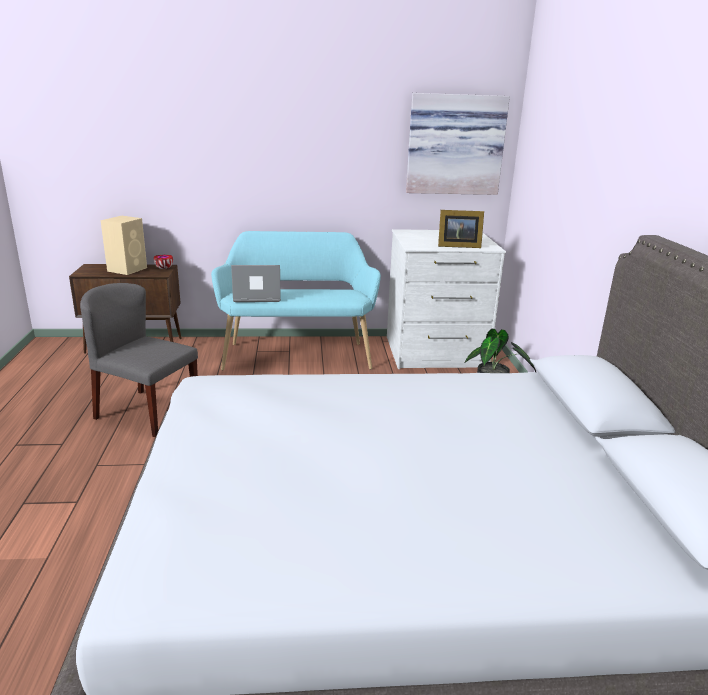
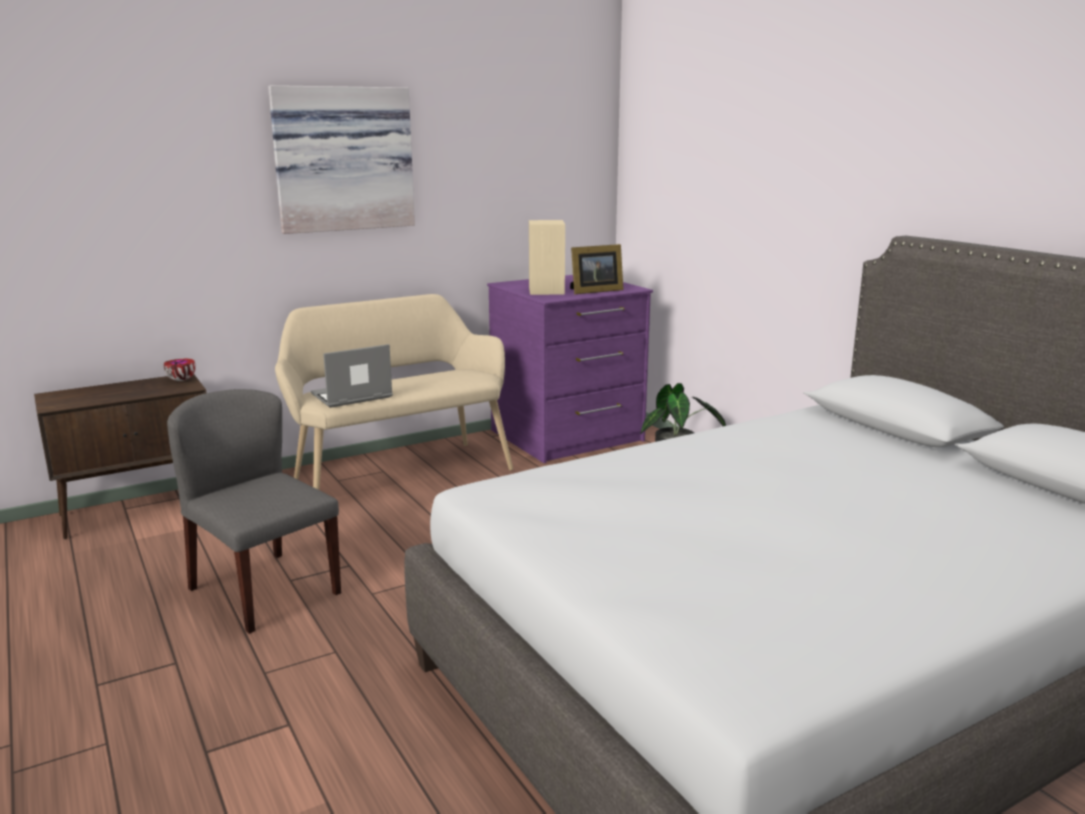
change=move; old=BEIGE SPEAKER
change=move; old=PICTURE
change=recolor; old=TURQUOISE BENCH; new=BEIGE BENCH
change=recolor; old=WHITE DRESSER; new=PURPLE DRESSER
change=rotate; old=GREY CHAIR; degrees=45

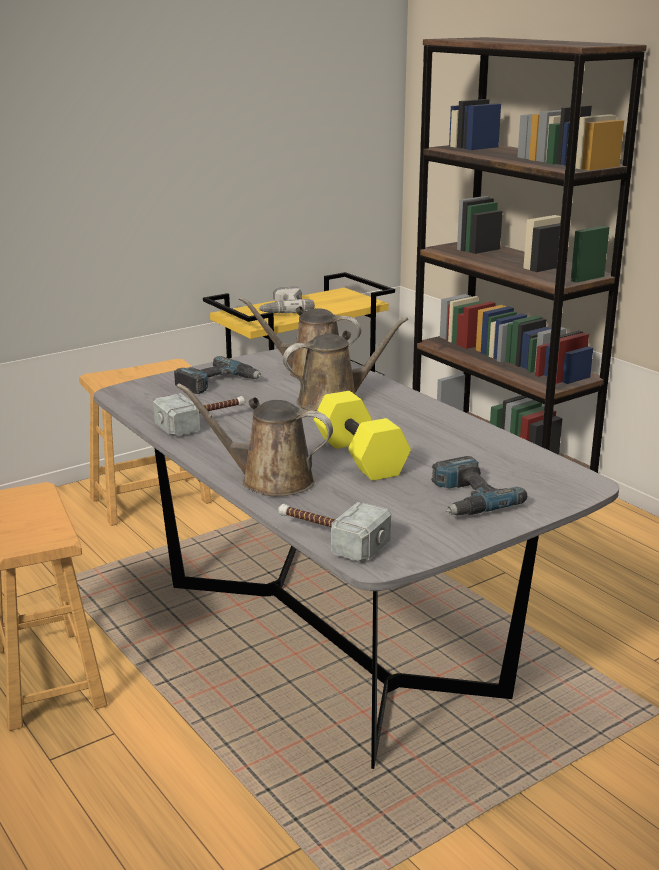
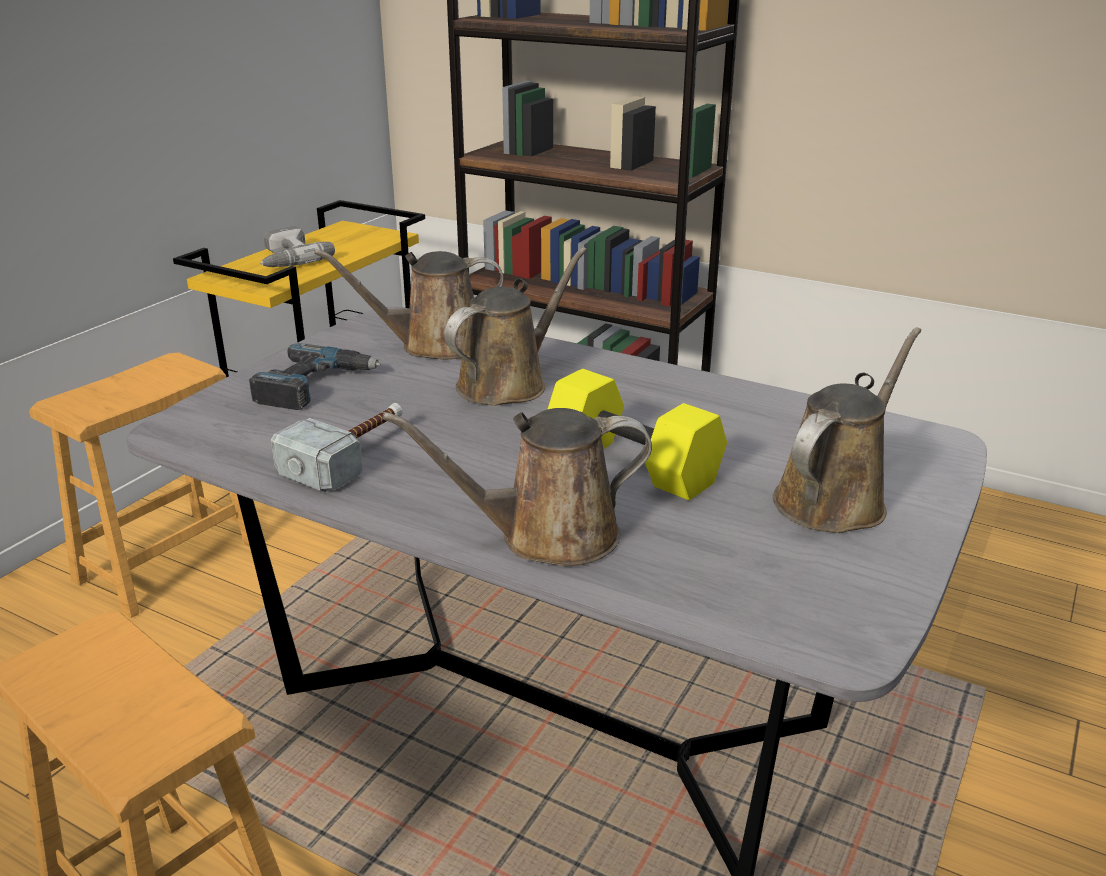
change=delete; old=HAMMER (2nd from left)
change=replace; old=POWER DRILL (3rd from left); new=BROWN WATERING CAN (4th from left)

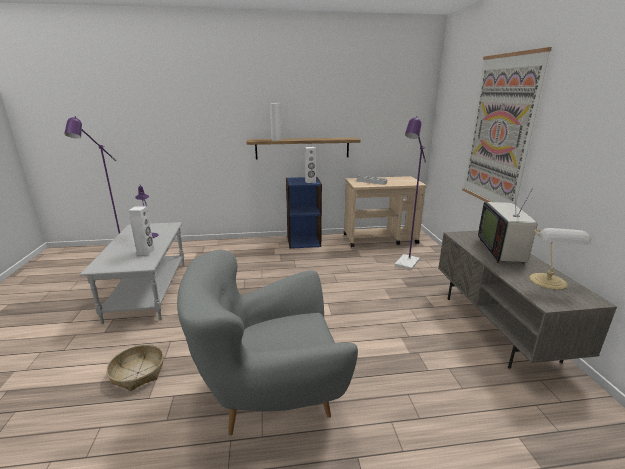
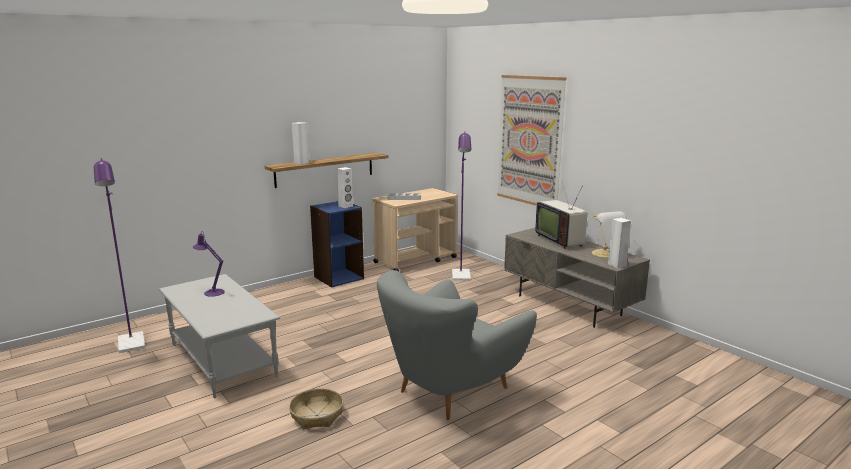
change=move; old=WHITE SPEAKER (1st from left in the first image); new=WHITE SPEAKER (3rd from left)

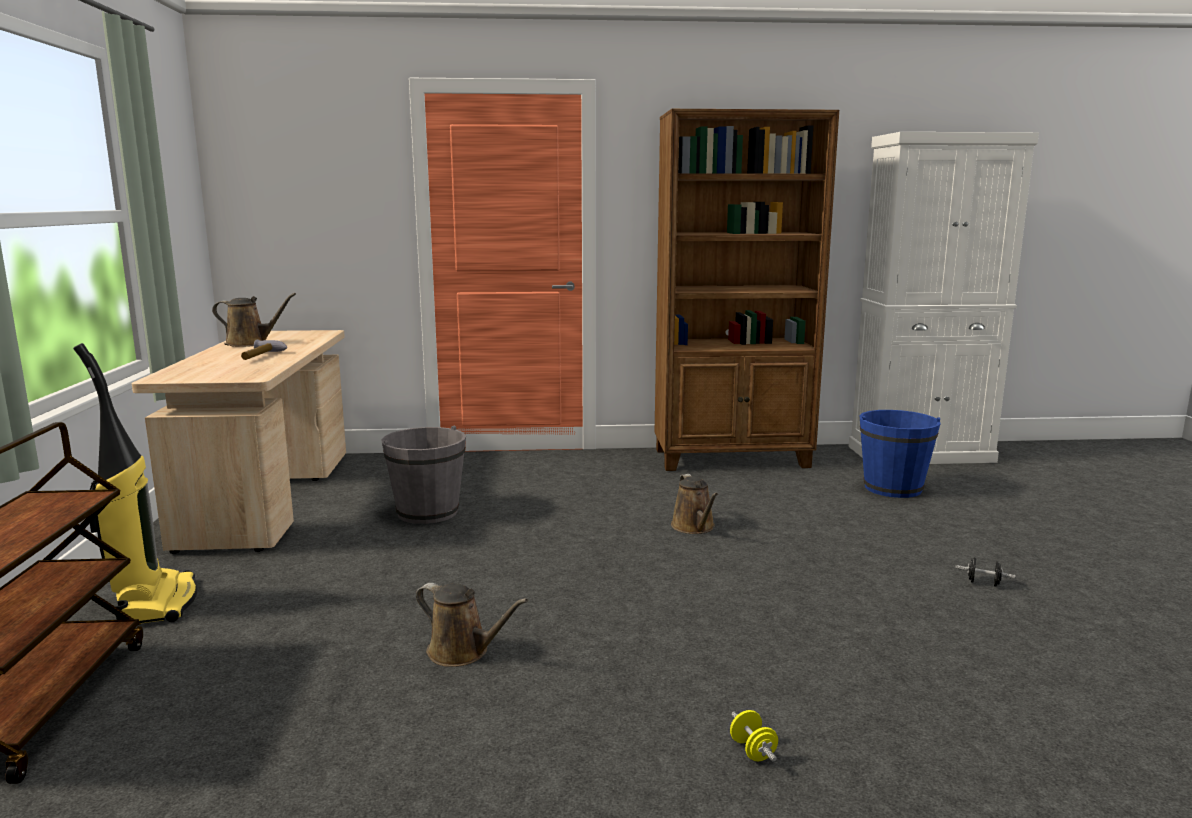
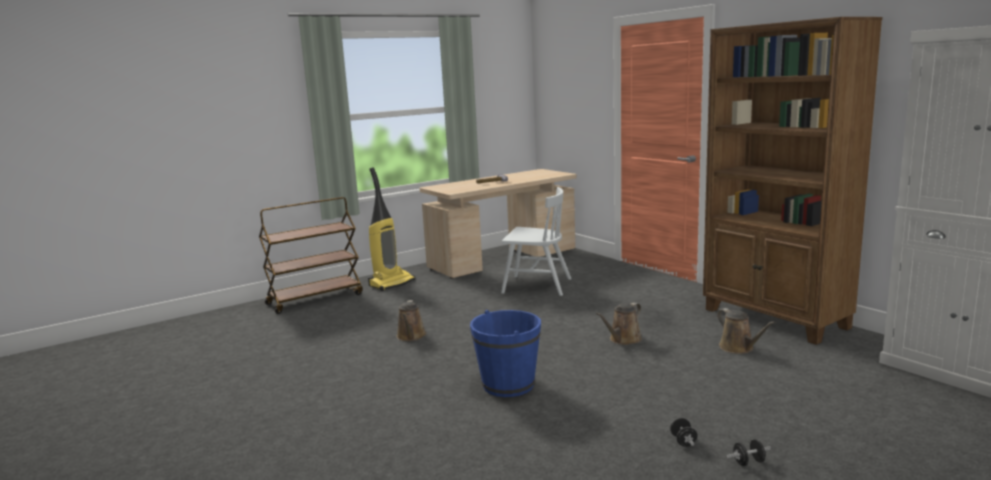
change=delete; old=YELLOW DUMBBELL
change=insert; new=BLACK DUMBBELL (2nd from left)
change=move; old=BROWN WATERING CAN (1st from left in the first image); new=BROWN WATERING CAN (3rd from left)
change=move; old=BLUE BUCKET
change=replace; old=GREY BUCKET; new=WHITE CHAIR

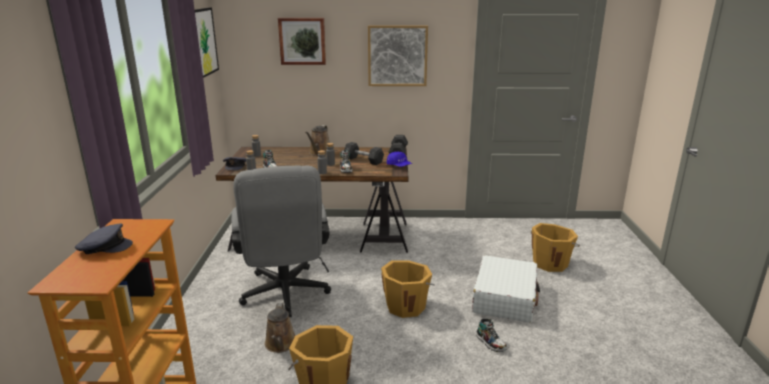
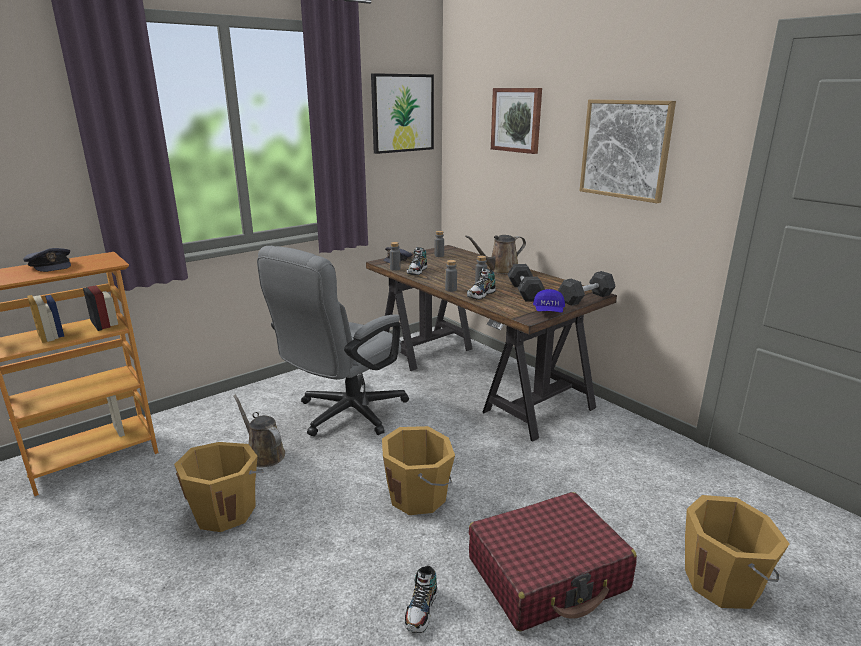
change=recolor; old=WHITE SUITCASE; new=RED SUITCASE
change=rotate; old=BROWN WATERING CAN (1st from left); degrees=90

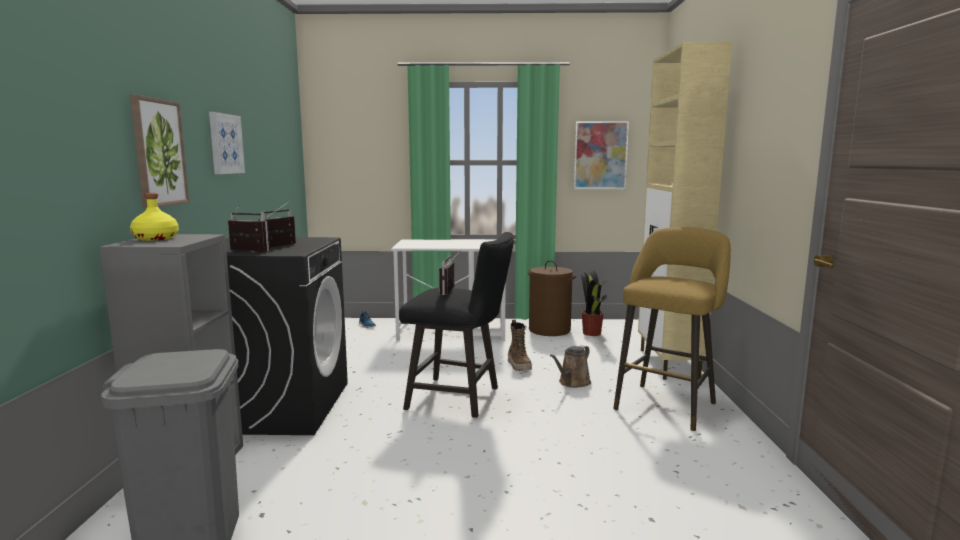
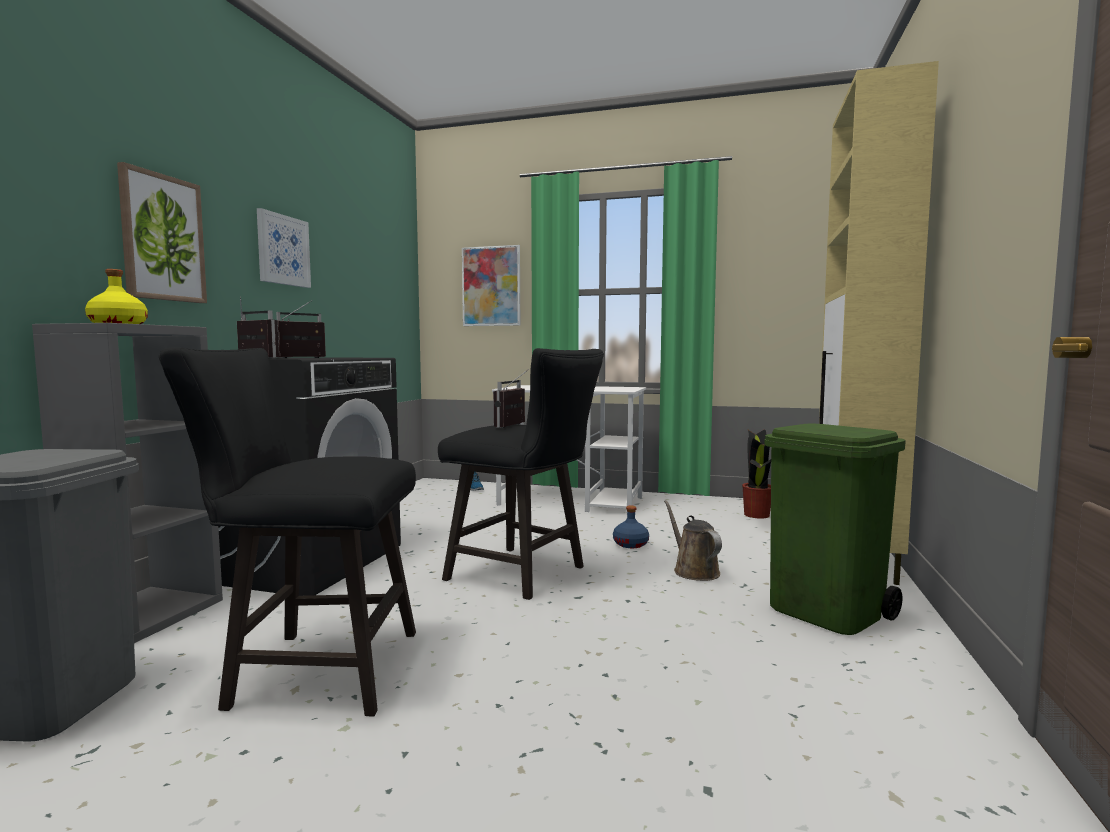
change=delete; old=BROWN LAUNDRY BASKET
change=insert; new=BLACK STOOL (1st from left)
change=move; old=PICTURE (3rd from left)
change=replace; old=BOOT; new=BLUE BOTTLE
change=replace; old=YELLOW STOOL; new=GREEN TRASH CAN
change=rotate; old=BROWN WATERING CAN; degrees=105

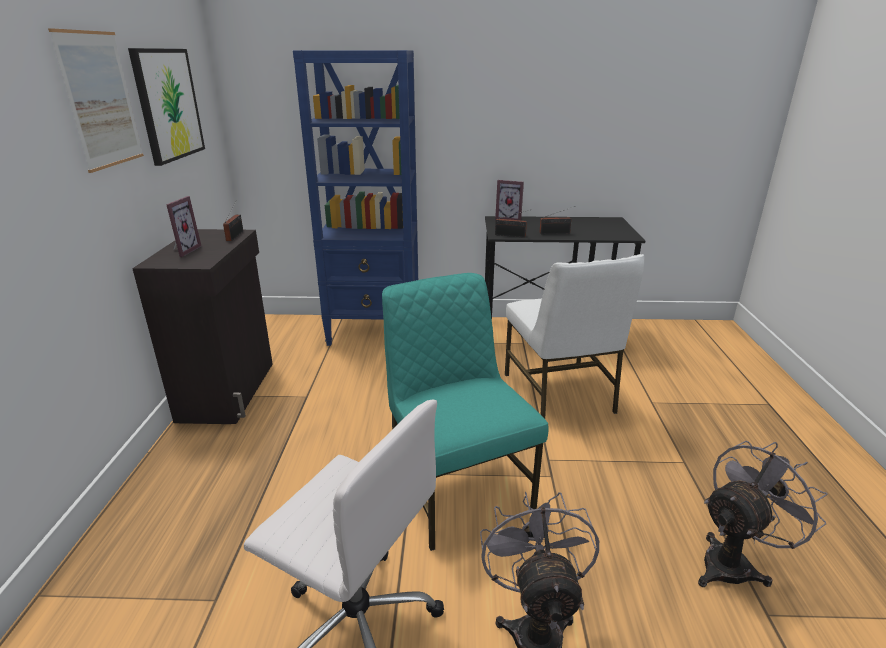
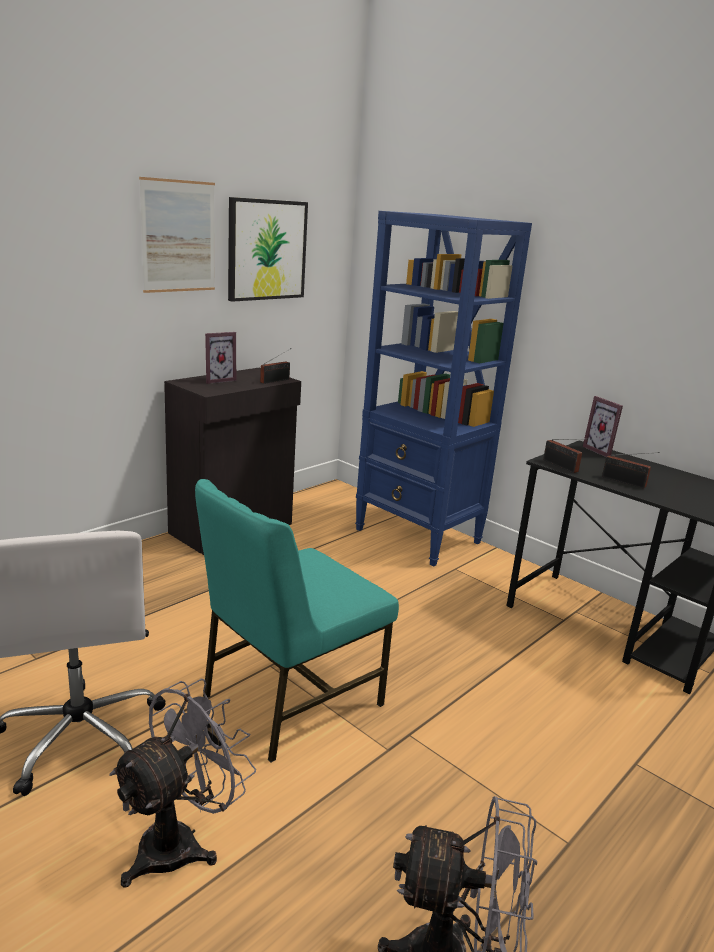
change=delete; old=WHITE CHAIR
change=rotate; old=TURQUOISE CHAIR; degrees=-150

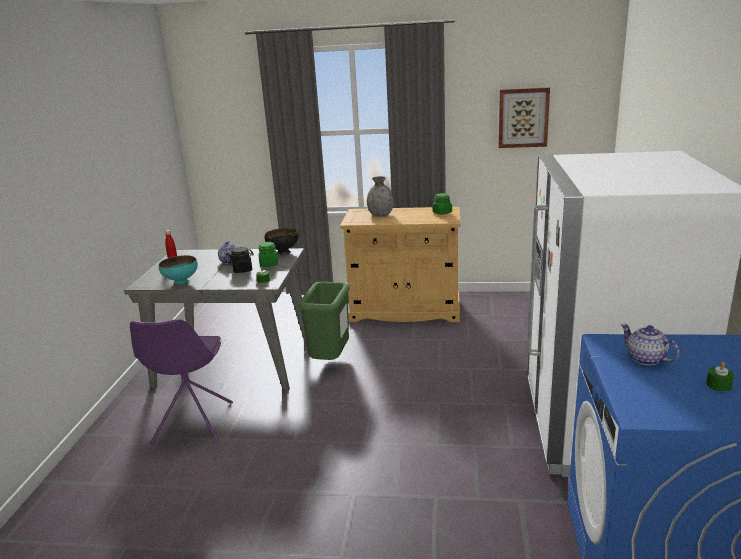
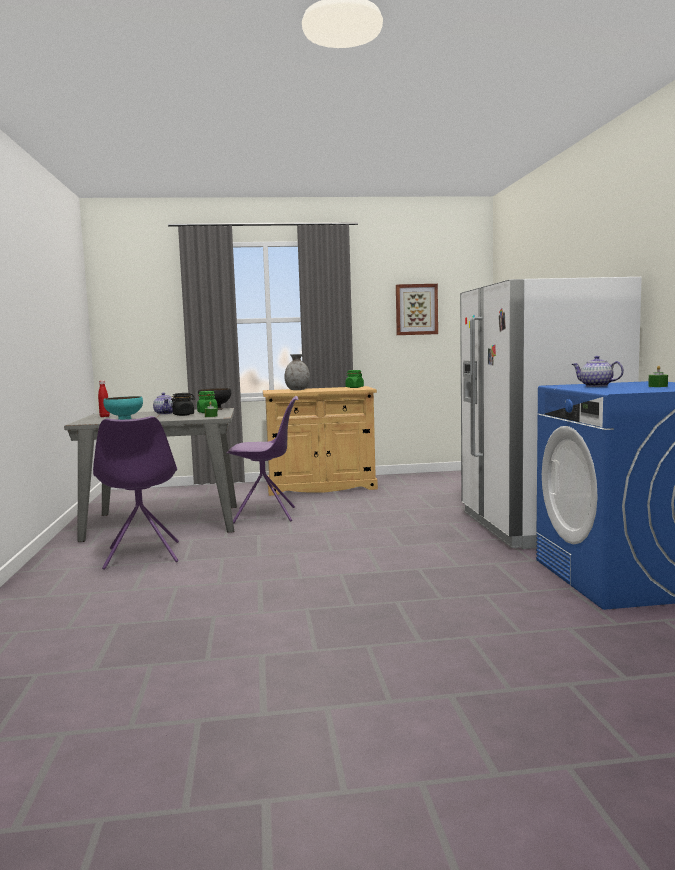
change=replace; old=GREEN TRASH CAN; new=PURPLE CHAIR (2nd from left)

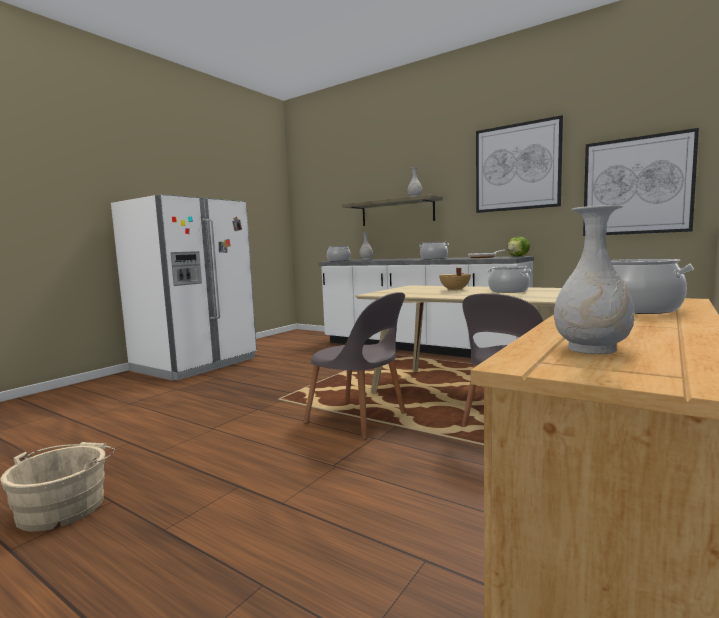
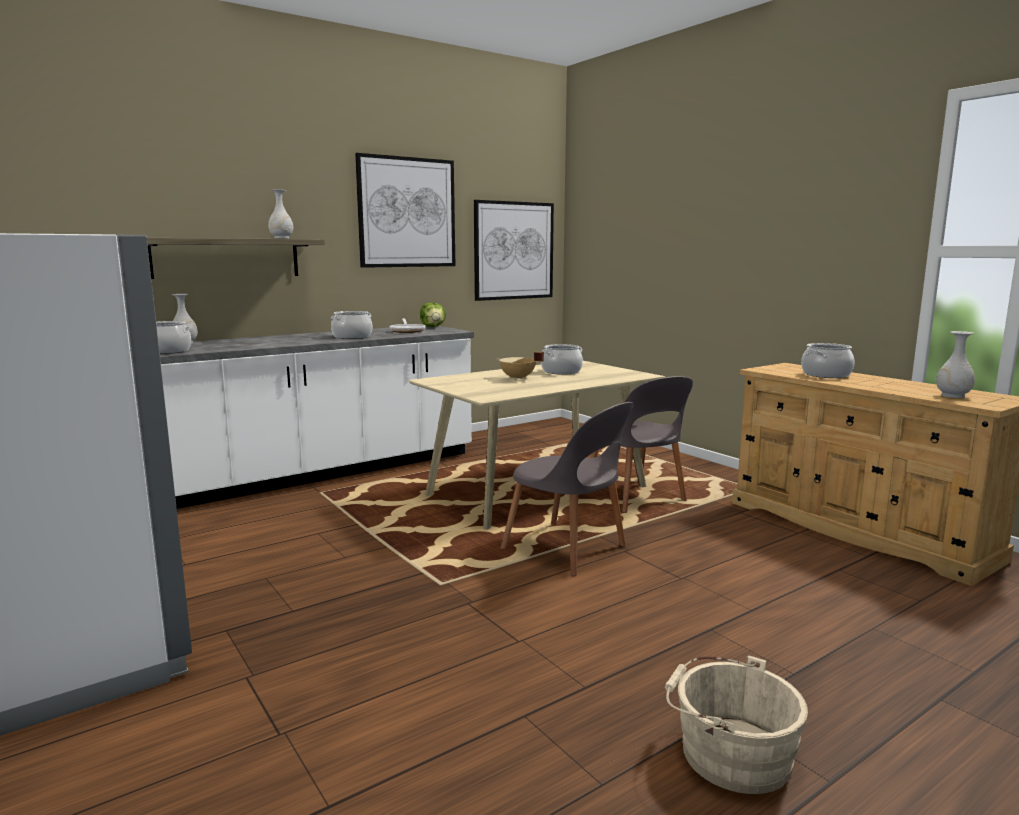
change=rotate; old=GREY CHAIR (1st from left); degrees=75

